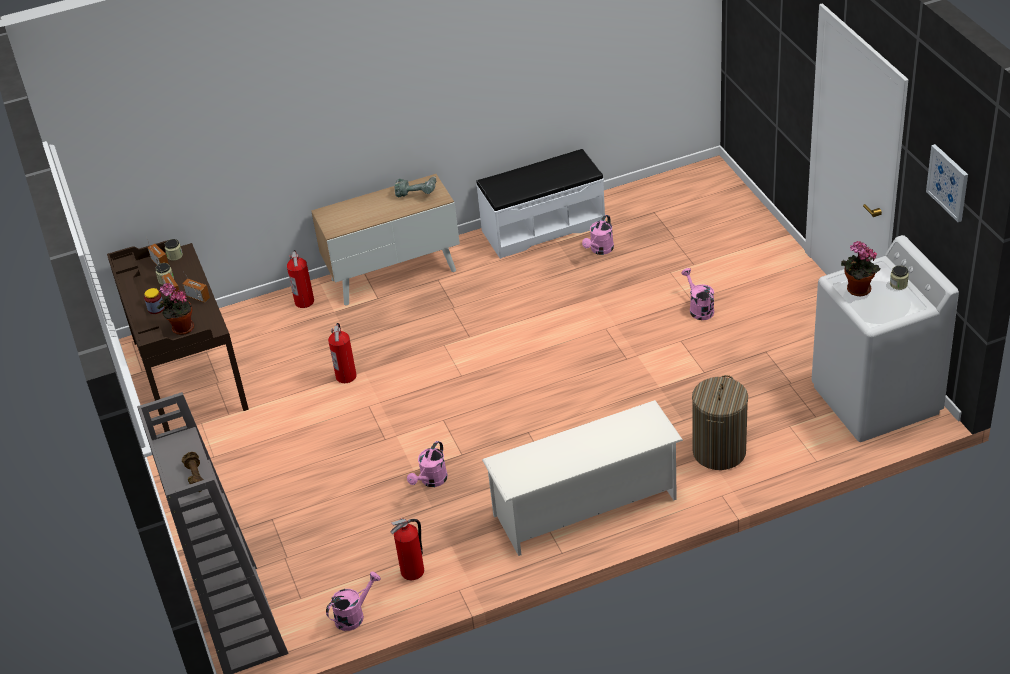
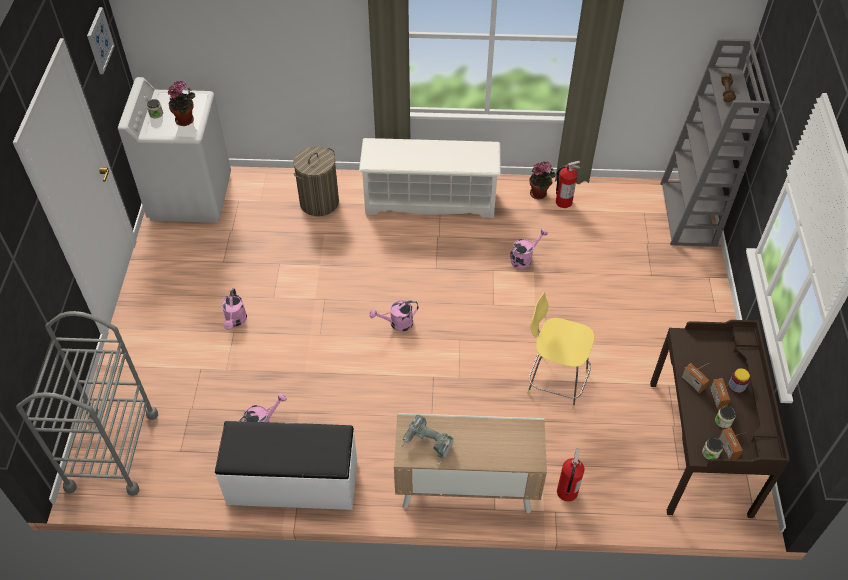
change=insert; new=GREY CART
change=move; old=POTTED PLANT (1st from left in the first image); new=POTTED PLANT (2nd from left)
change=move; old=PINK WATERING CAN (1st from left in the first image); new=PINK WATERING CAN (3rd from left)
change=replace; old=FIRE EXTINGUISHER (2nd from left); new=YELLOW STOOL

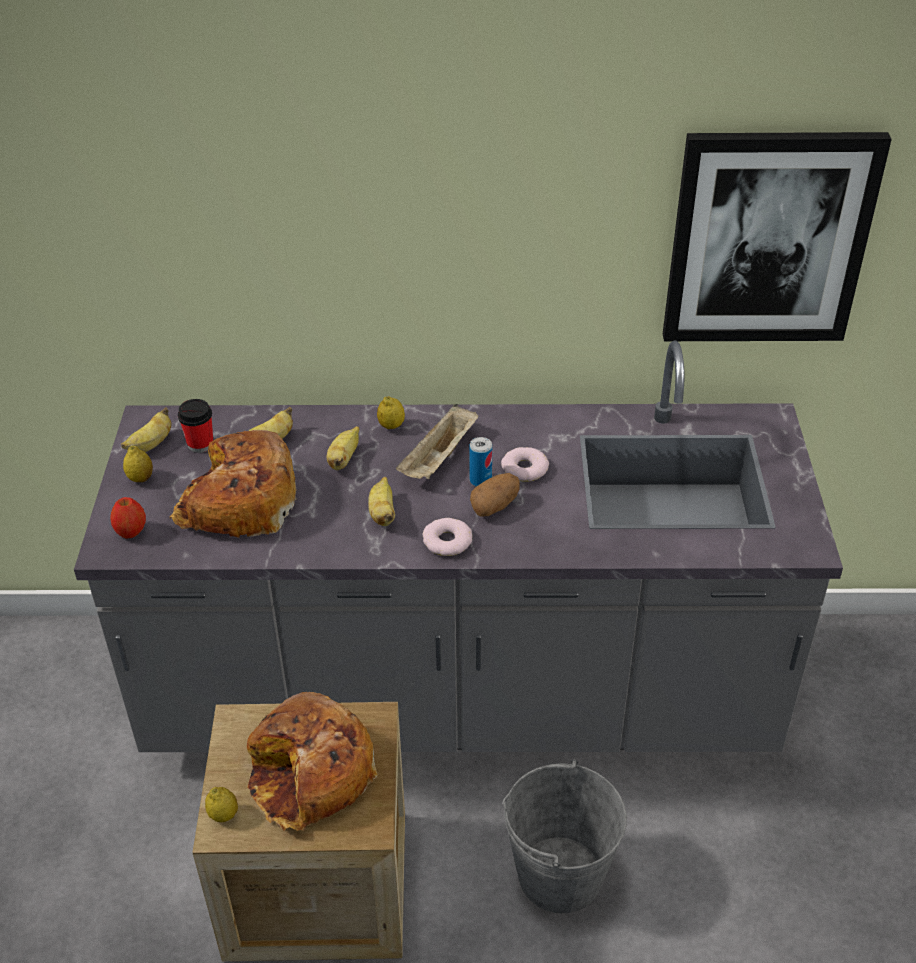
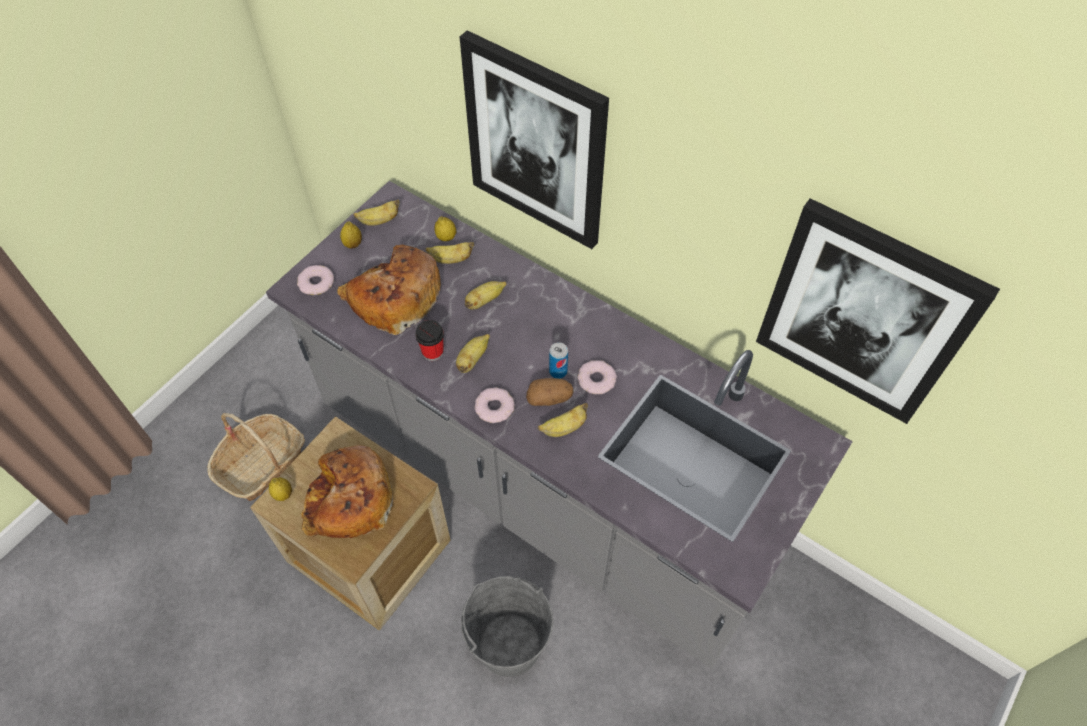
change=delete; old=BEIGE TRAY
change=insert; new=BASKET
change=insert; new=PICTURE (1st from left)
change=insert; new=BANANA (5th from left)
change=move; old=CUP
change=move; old=LEMON (3rd from left)
change=replace; old=APPLE; new=DONUT (1st from left)

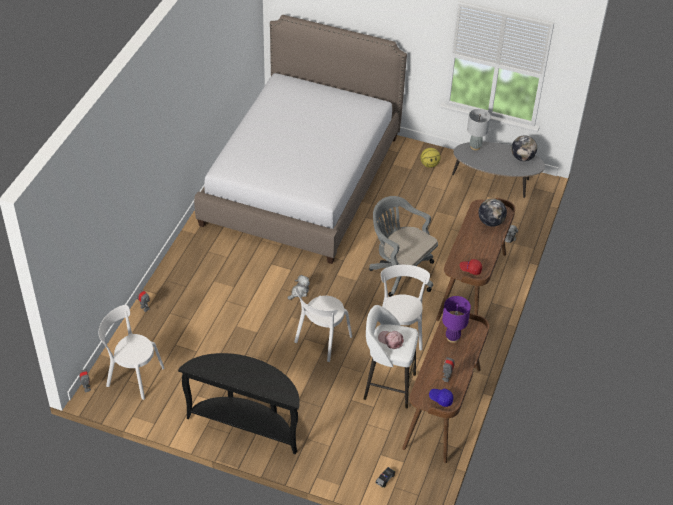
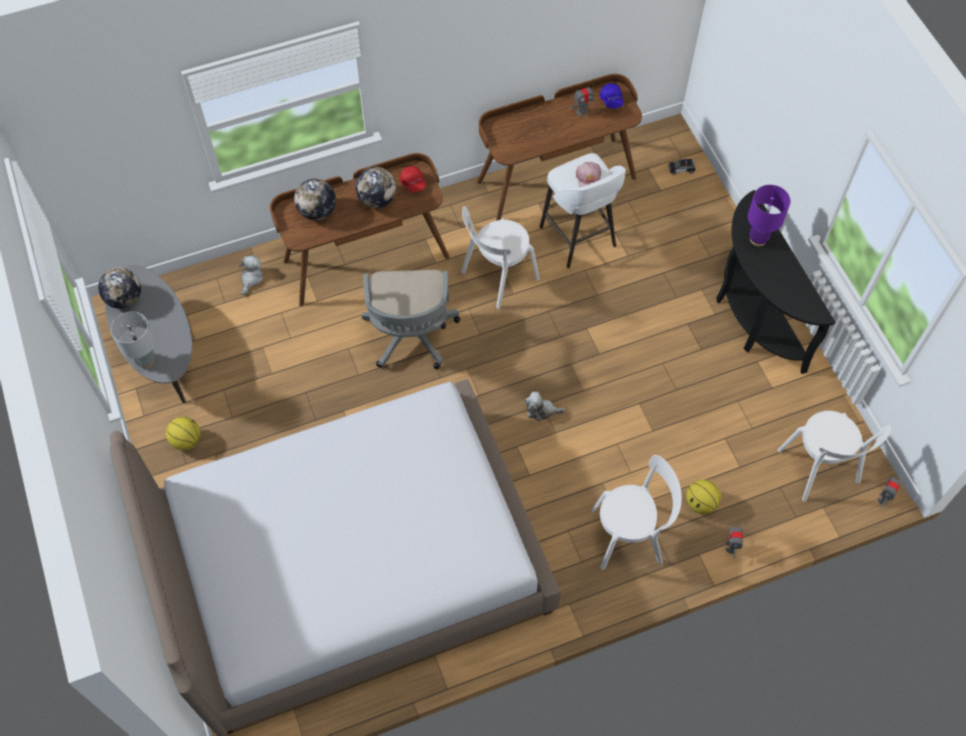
change=insert; new=GLOBE (3rd from left)
change=insert; new=BASKETBALL (2nd from left)
change=move; old=WHITE CHAIR (2nd from left)
change=move; old=PURPLE TABLE LAMP

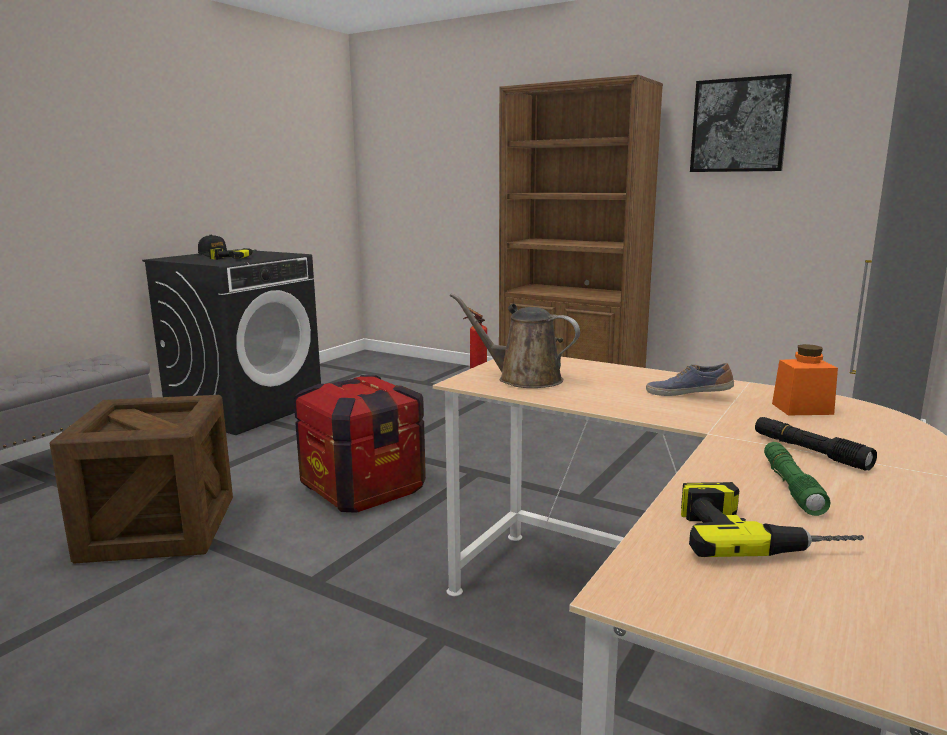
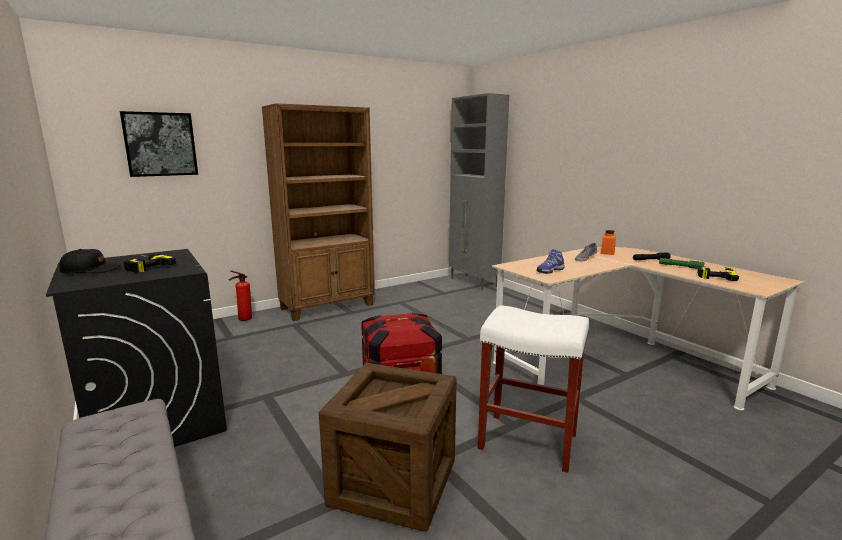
change=insert; new=WHITE STOOL
change=move; old=PICTURE
change=replace; old=BROWN WATERING CAN; new=SHOE (1st from left)

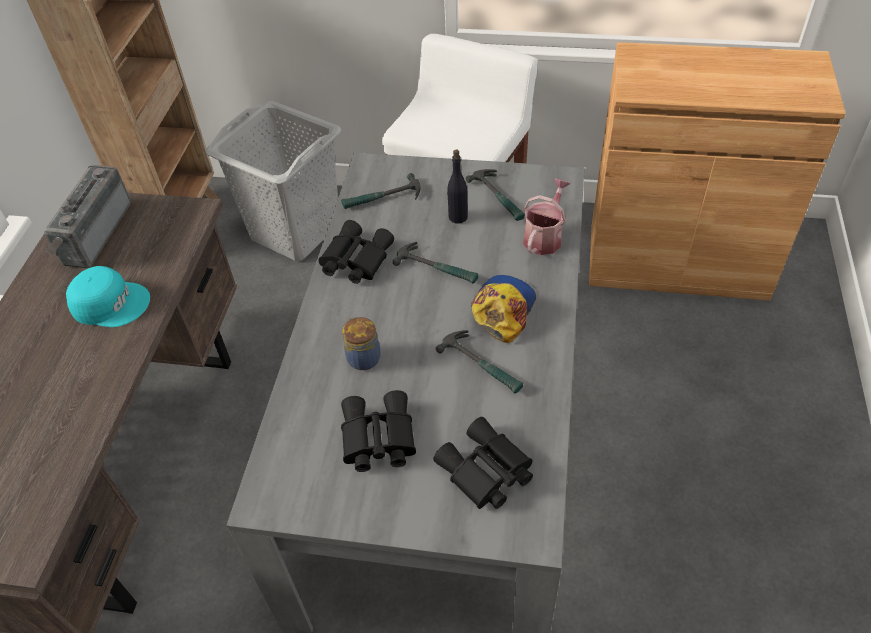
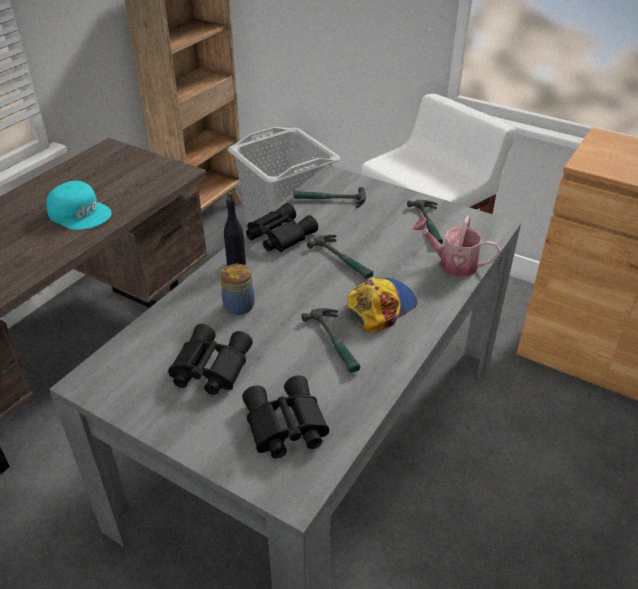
change=delete; old=RADIO
change=move; old=BLACK BOTTLE
change=rotate; old=WATERING CAN; degrees=-120

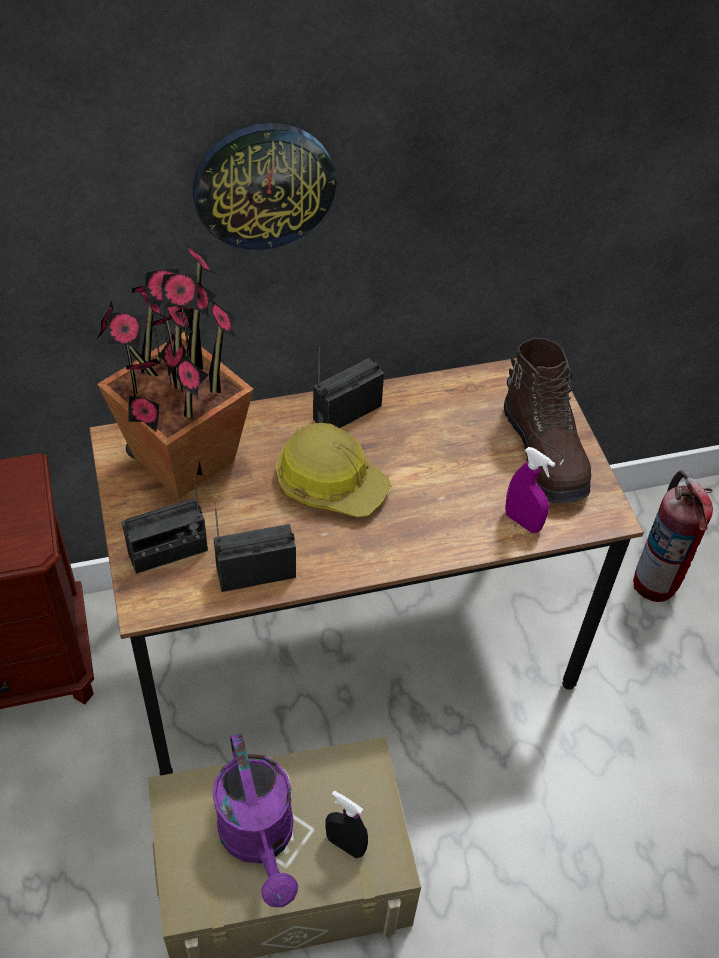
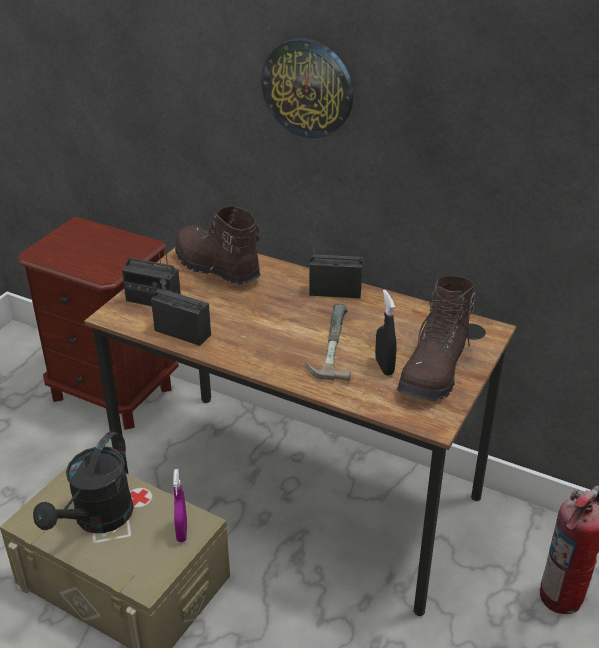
change=delete; old=HARD HAT
change=insert; new=HAMMER
change=move; old=BLACK SPRAY BOTTLE
change=move; old=PURPLE SPRAY BOTTLE
change=replace; old=POTTED PLANT; new=BROWN BOOT (1st from left)
change=recolor; old=PURPLE WATERING CAN; new=BLACK WATERING CAN

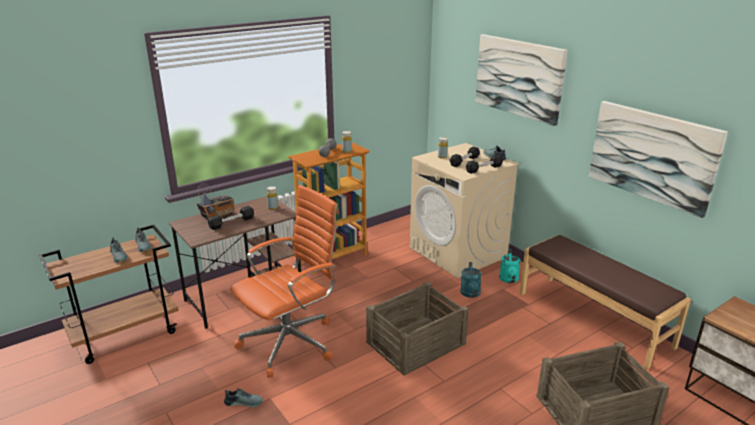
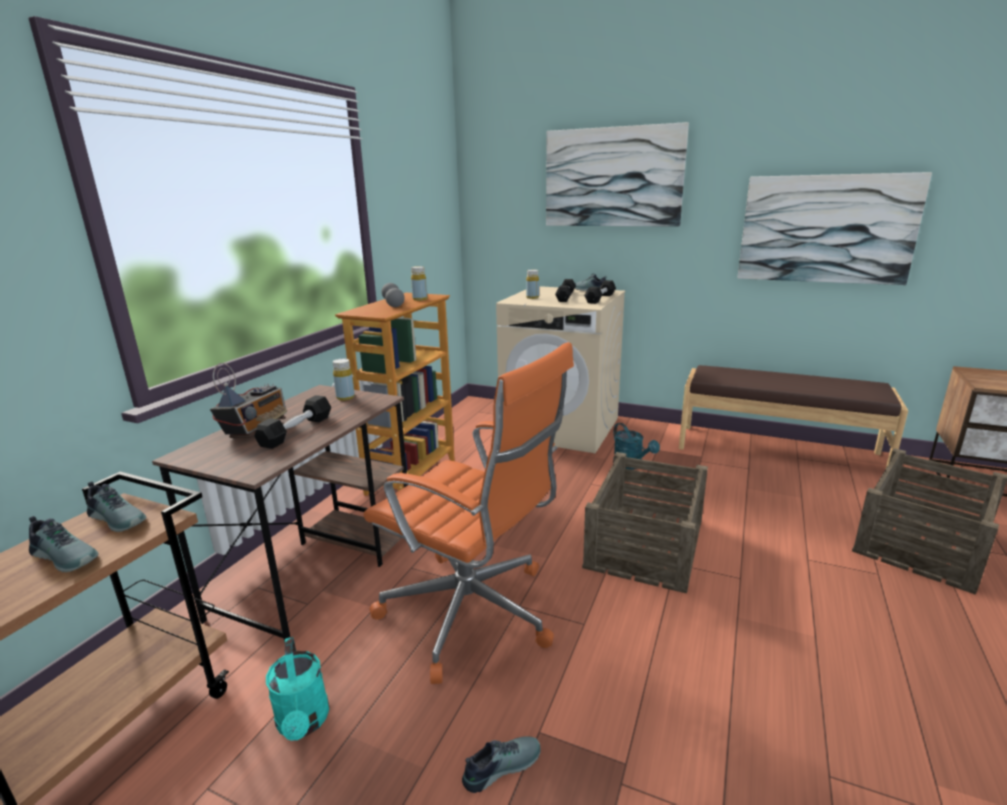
change=move; old=TURQUOISE WATERING CAN (2nd from left in the first image); new=TURQUOISE WATERING CAN (1st from left)
change=rotate; old=ORANGE OFFICE CHAIR; degrees=105

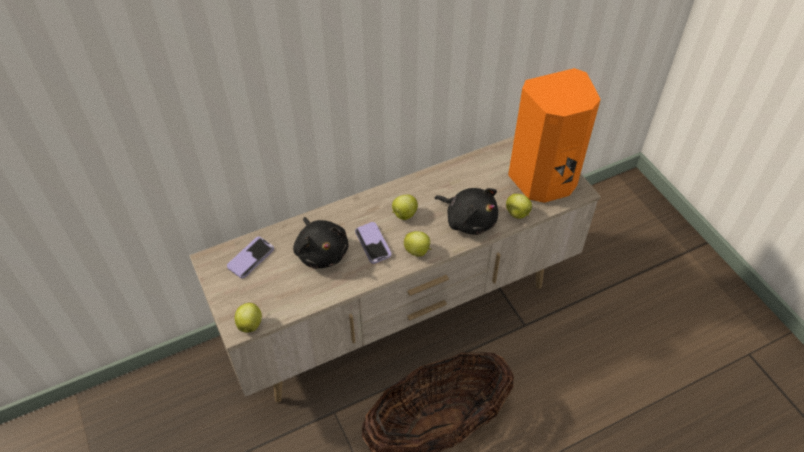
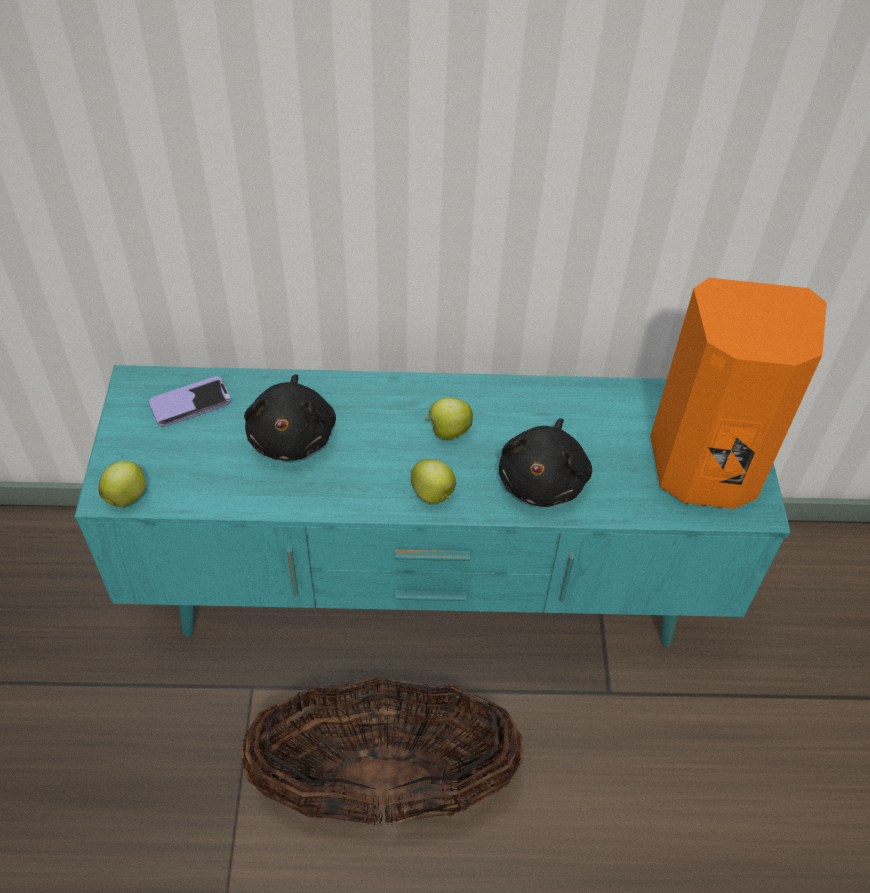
change=delete; old=PHONE (2nd from left)
change=delete; old=APPLE (4th from left)
change=recolor; old=BEIGE TV STAND; new=TURQUOISE TV STAND
change=rotate; old=BLACK PLUSH TOY (2nd from left); degrees=45

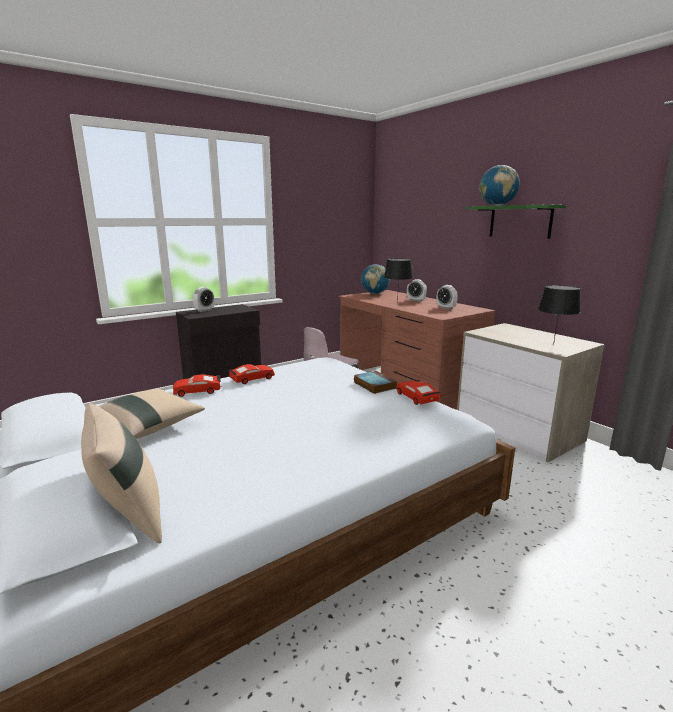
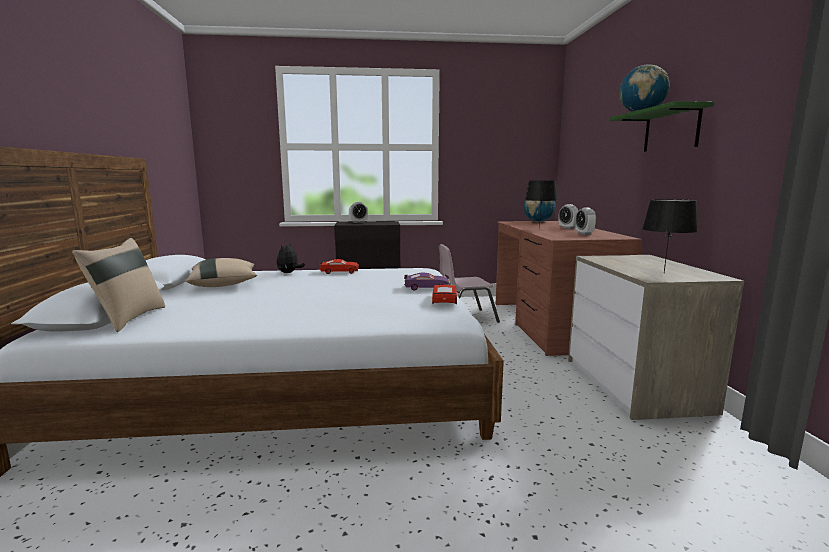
change=replace; old=RED TOY CAR (1st from left); new=PLUSH TOY
change=replace; old=BOOK; new=PURPLE TOY CAR

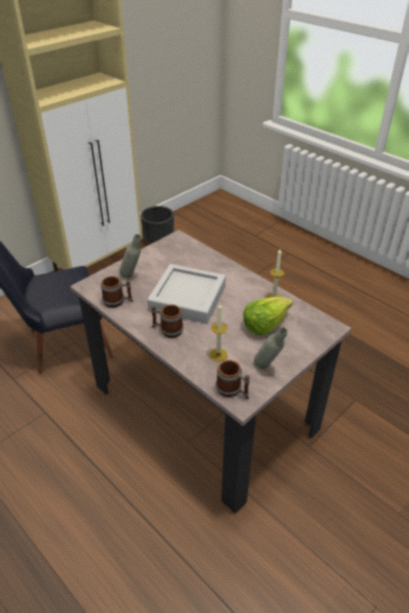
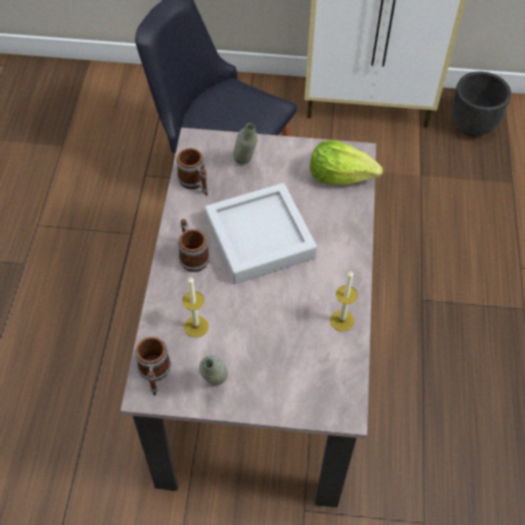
change=move; old=LETTUCE

